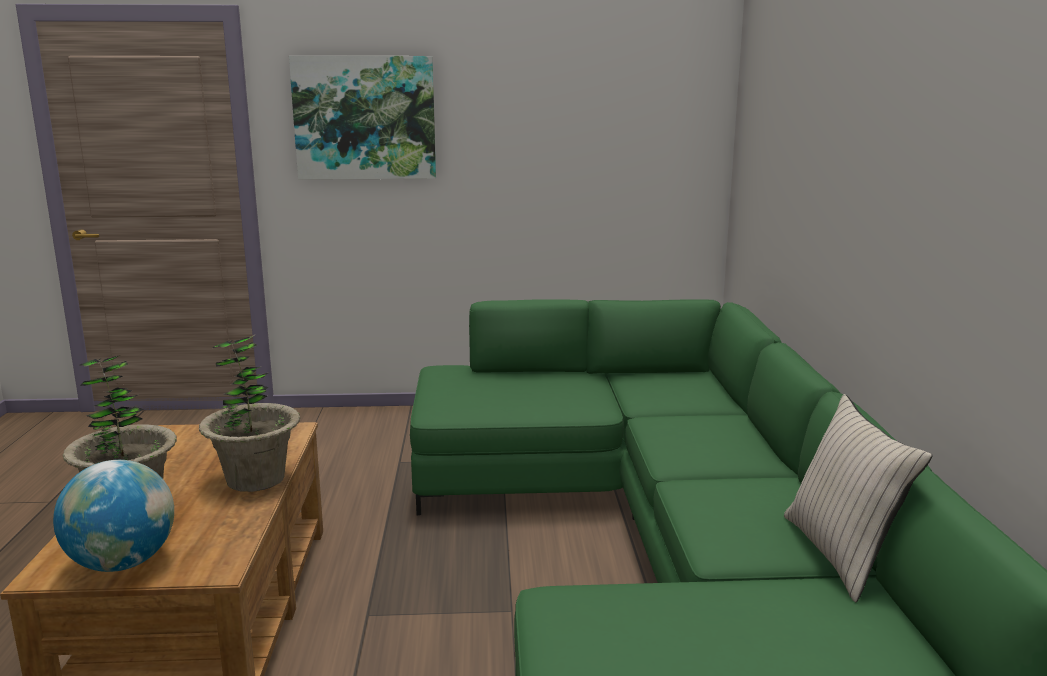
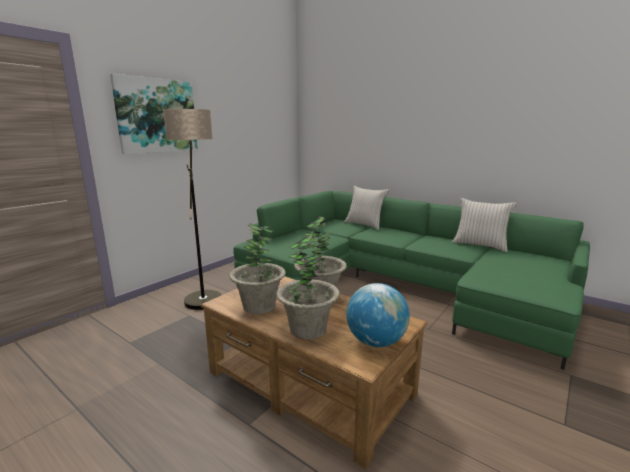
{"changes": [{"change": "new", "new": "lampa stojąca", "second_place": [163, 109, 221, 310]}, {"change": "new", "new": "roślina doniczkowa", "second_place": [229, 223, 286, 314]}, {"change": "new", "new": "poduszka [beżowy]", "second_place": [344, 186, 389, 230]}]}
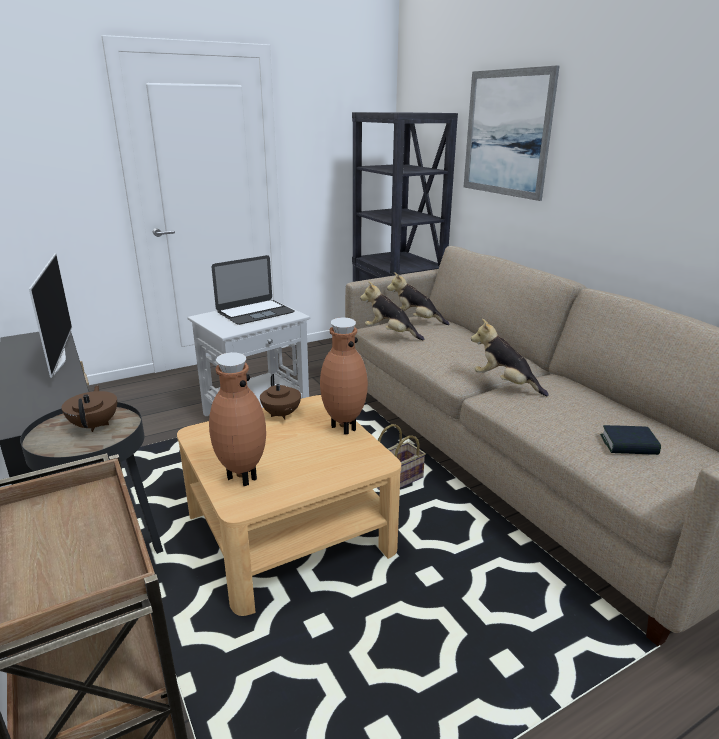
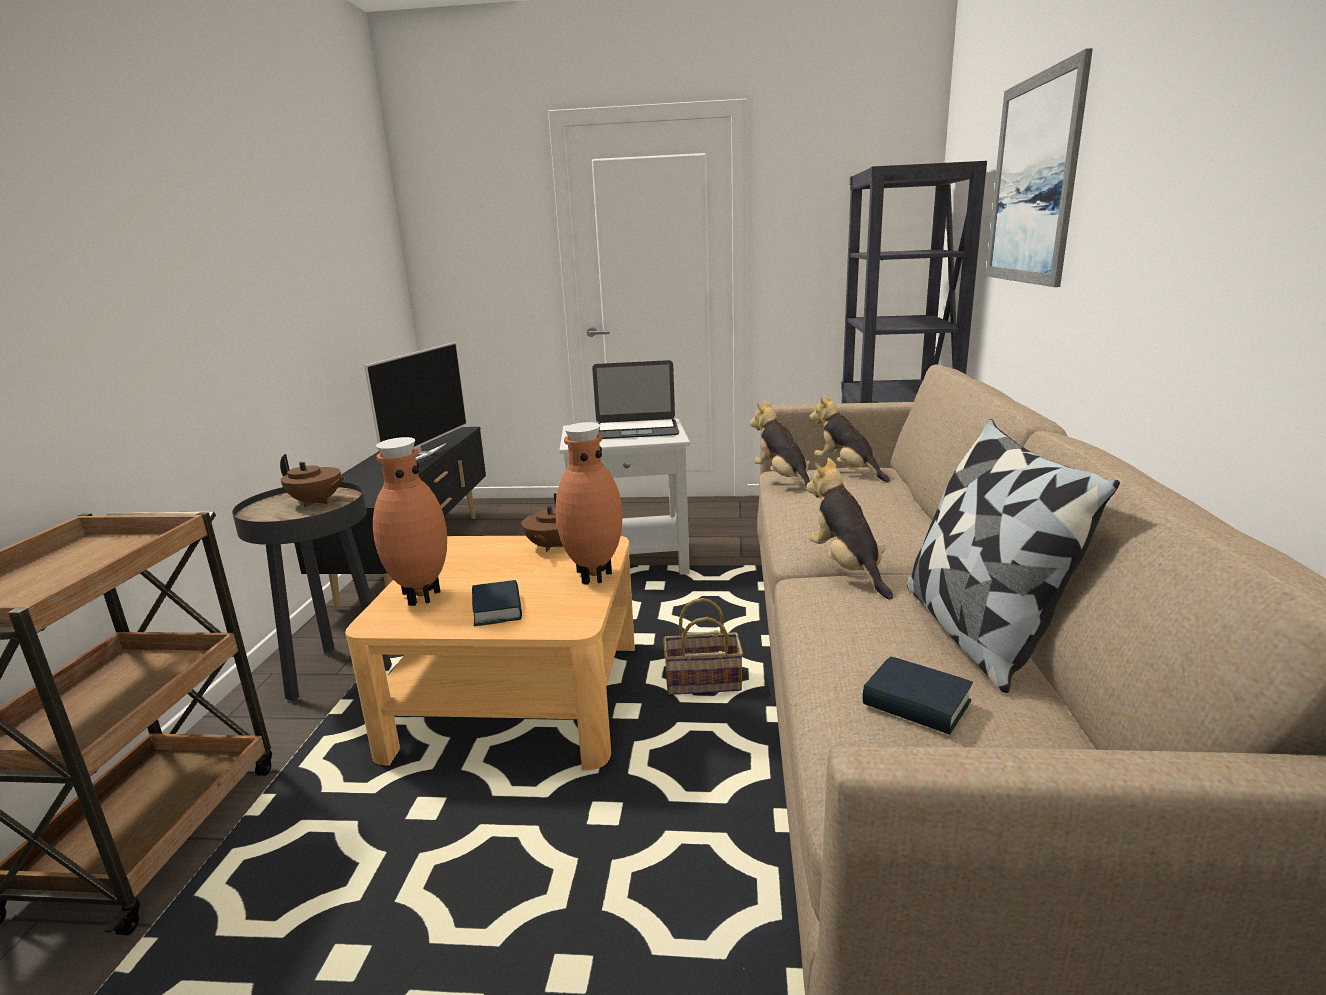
{"changes": [{"change": "rotated", "old": "imbryk [brązowy]", "first_place": [61, 385, 117, 432], "second_place": [280, 454, 345, 507], "degrees": 90}, {"change": "new", "new": "książka", "second_place": [472, 580, 522, 626]}, {"change": "new", "new": "poduszka", "second_place": [907, 419, 1120, 693]}]}
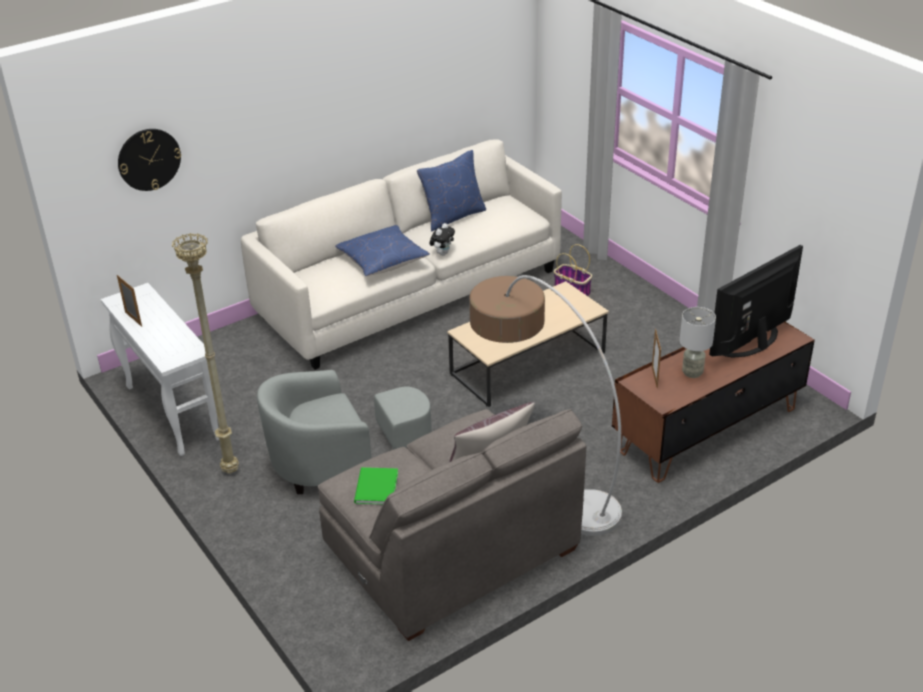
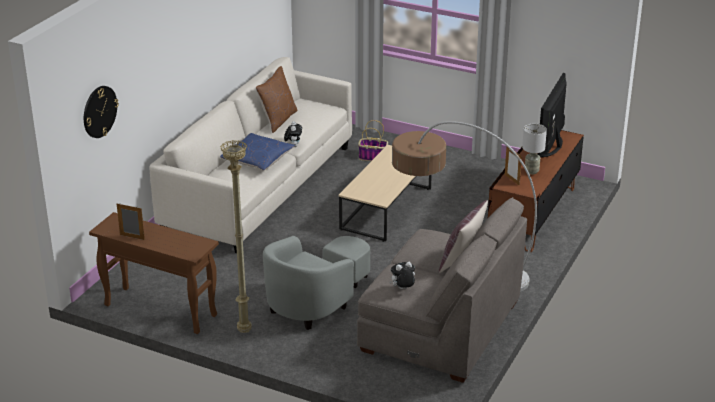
{"changes": [{"change": "repainted", "old": "stolik konsolowy [biały]", "new": "stolik konsolowy [brązowy]", "first_place": [101, 283, 219, 456], "second_place": [89, 212, 219, 334]}, {"change": "repainted", "old": "poduszka [niebieski]", "new": "poduszka [brązowy]", "first_place": [417, 150, 486, 232], "second_place": [256, 66, 298, 133]}, {"change": "swapped", "old": "książka [zielony]", "new": "pluszak", "first_place": [354, 467, 398, 505], "second_place": [389, 262, 415, 289]}]}
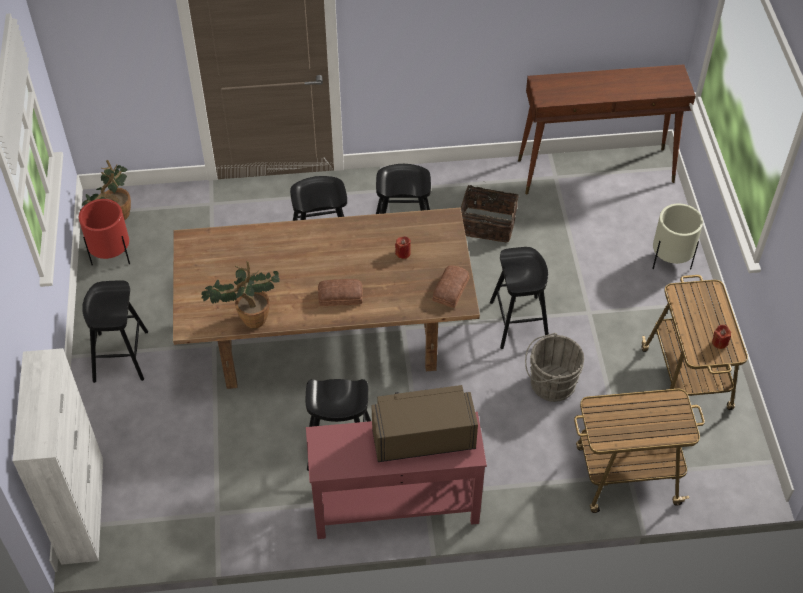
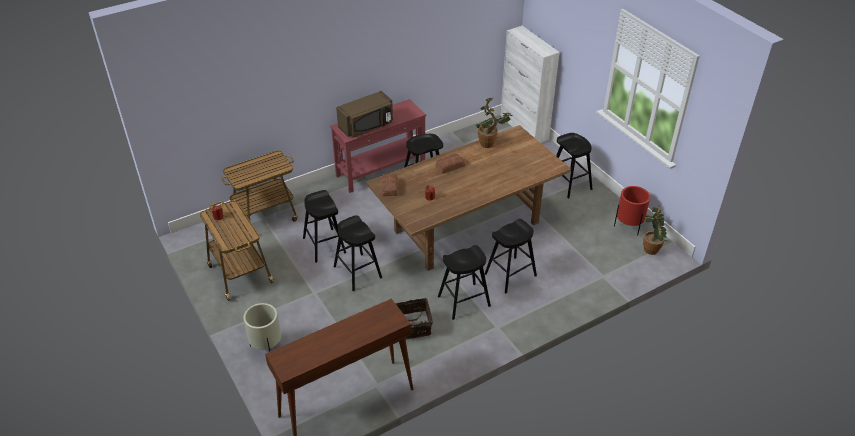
{"changes": [{"change": "swapped", "old": "wiadro [szary]", "new": "stołek [czarny]", "first_place": [525, 333, 584, 402], "second_place": [303, 190, 346, 263]}]}
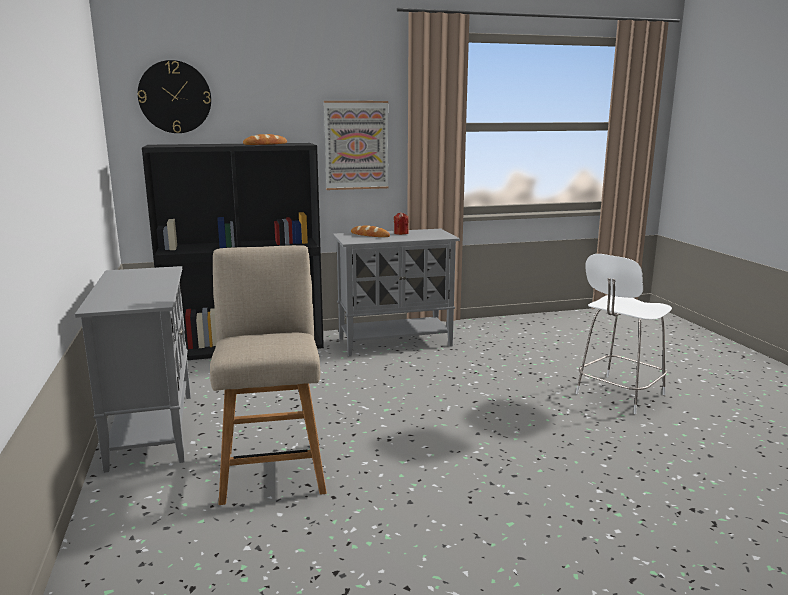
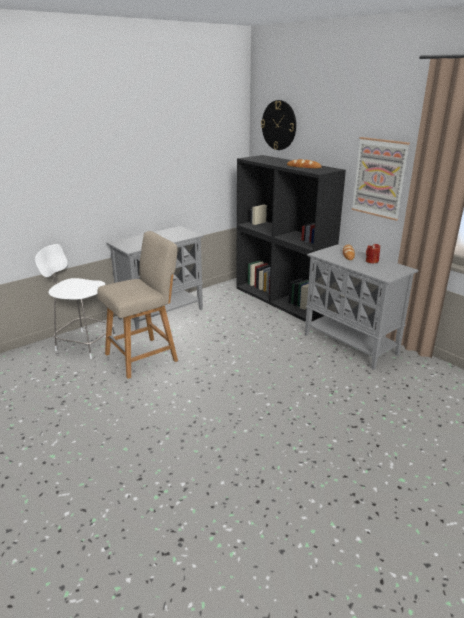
{"changes": [{"change": "shifted", "old": "stołek [biały]", "first_place": [576, 254, 672, 414], "second_place": [35, 244, 115, 359]}]}
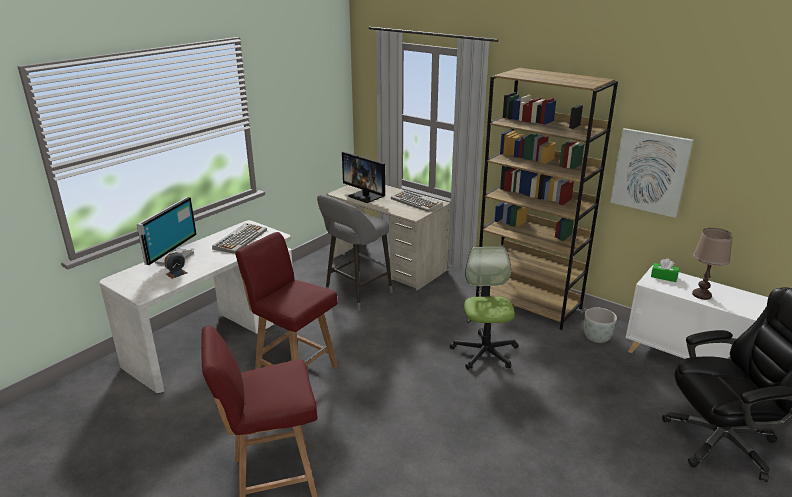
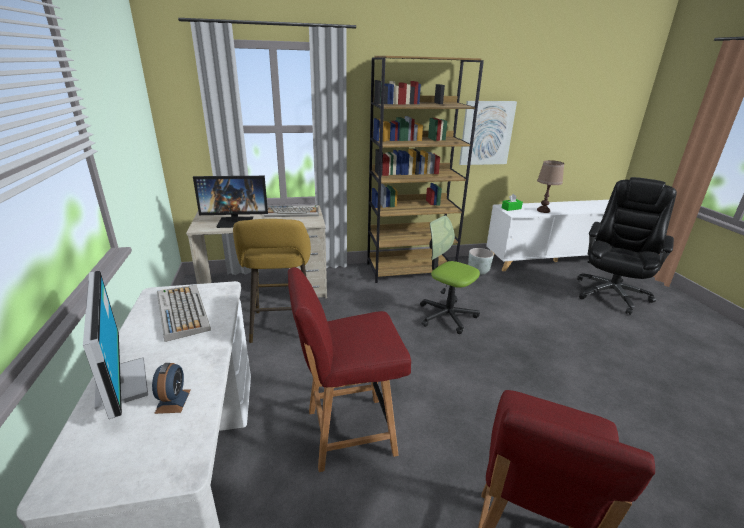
{"changes": [{"change": "repainted", "old": "stołek [szary]", "new": "stołek [żółty]", "first_place": [317, 194, 393, 311], "second_place": [233, 219, 311, 343]}]}
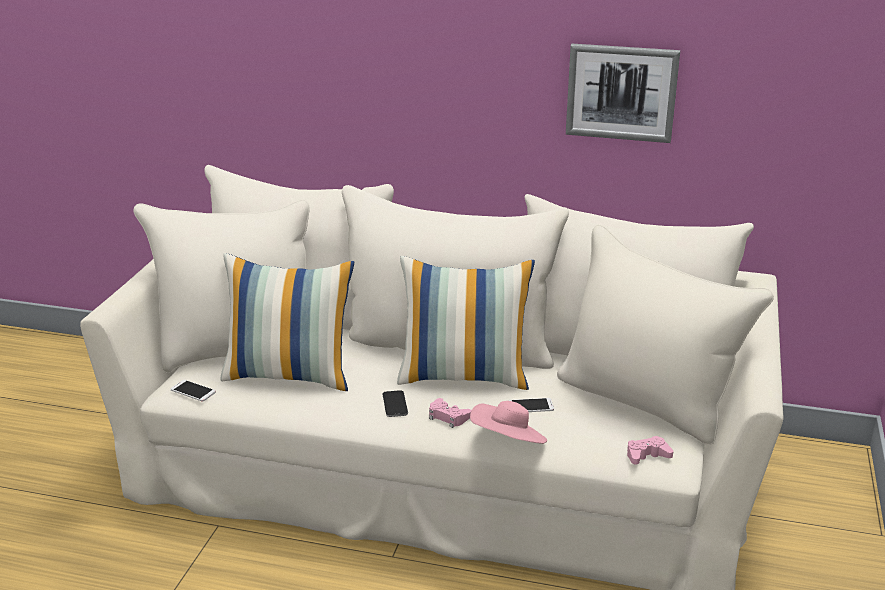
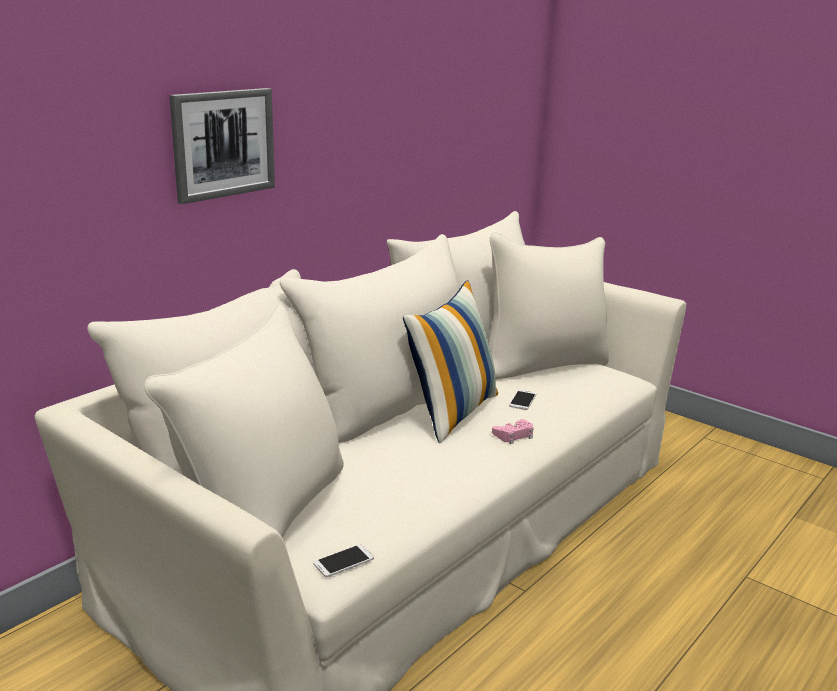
{"changes": [{"change": "shifted", "old": "obraz", "first_place": [566, 44, 680, 143], "second_place": [169, 88, 275, 204]}, {"change": "gone", "old": "poduszka", "first_place": [220, 253, 354, 391]}, {"change": "gone", "old": "telefon", "first_place": [383, 390, 408, 417]}, {"change": "gone", "old": "kapelusz [różowy]", "first_place": [470, 401, 547, 444]}, {"change": "gone", "old": "pad do gier [różowy]", "first_place": [627, 436, 673, 465]}]}
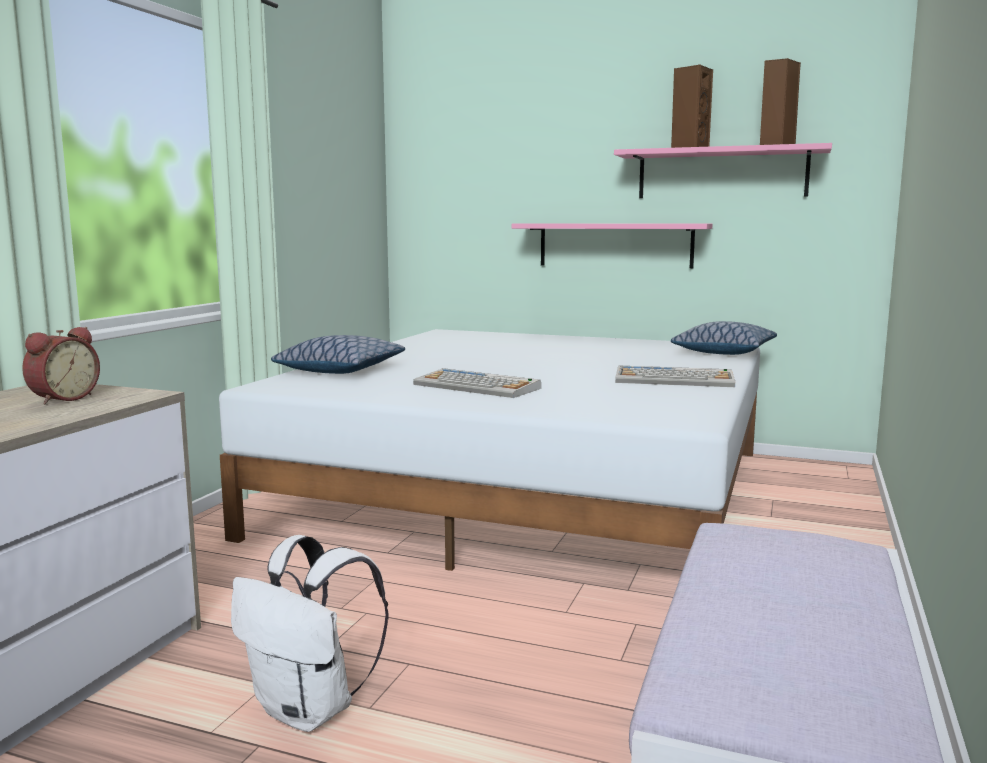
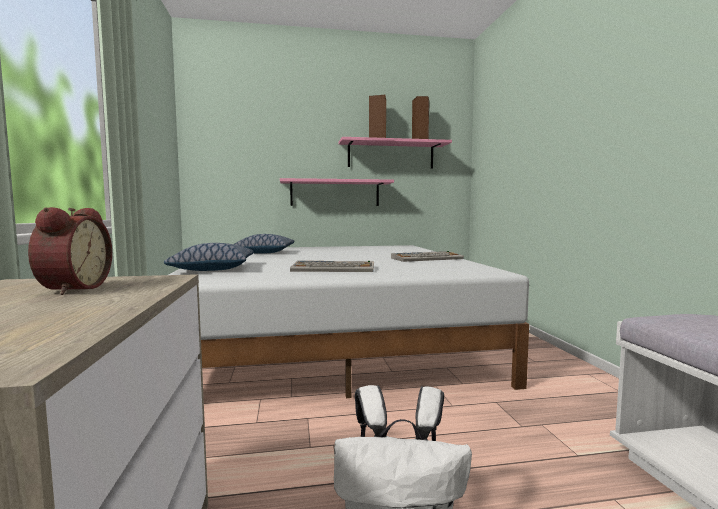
{"changes": [{"change": "shifted", "old": "poduszka", "first_place": [671, 321, 777, 355], "second_place": [234, 234, 294, 254]}]}
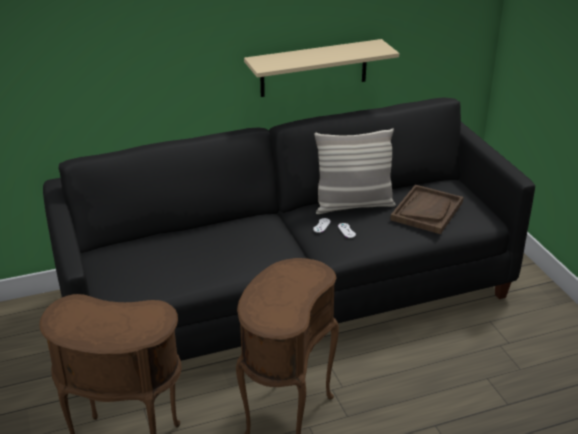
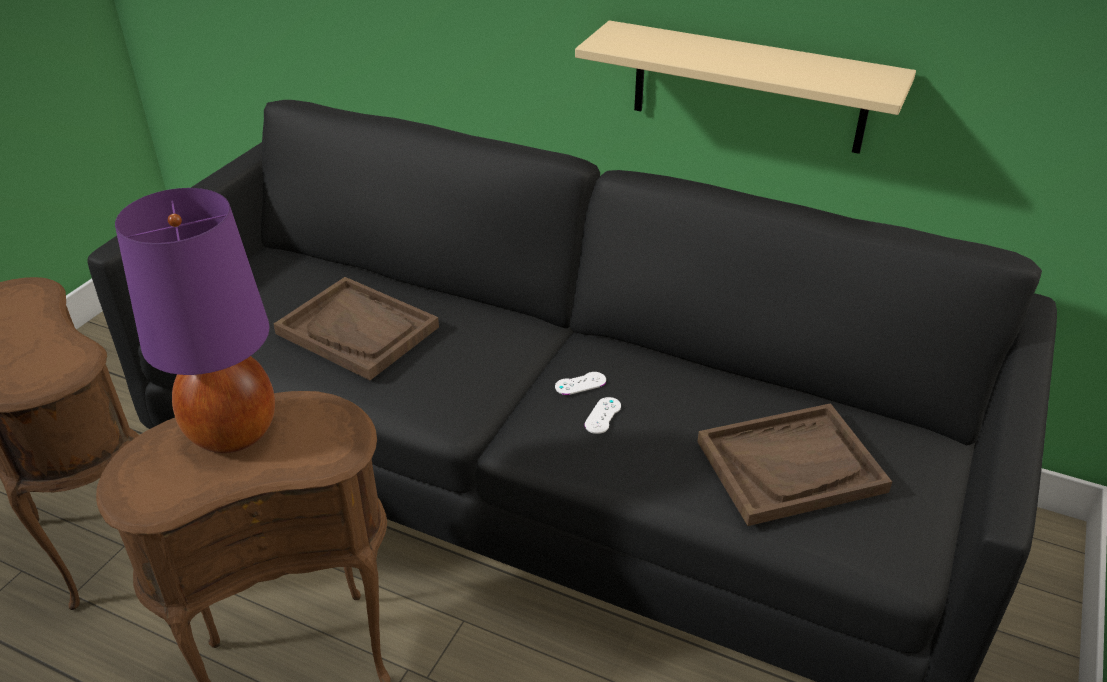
{"changes": [{"change": "new", "new": "lampa stołowa [fioletowy]", "second_place": [115, 188, 275, 453]}, {"change": "new", "new": "taca [brązowy]", "second_place": [274, 277, 439, 380]}, {"change": "gone", "old": "poduszka", "first_place": [314, 128, 396, 214]}]}
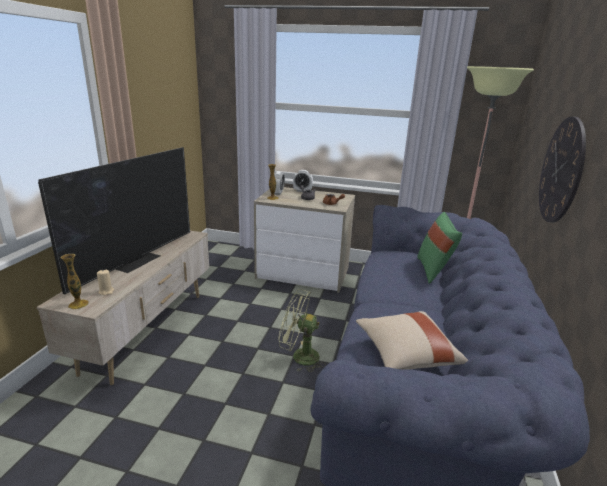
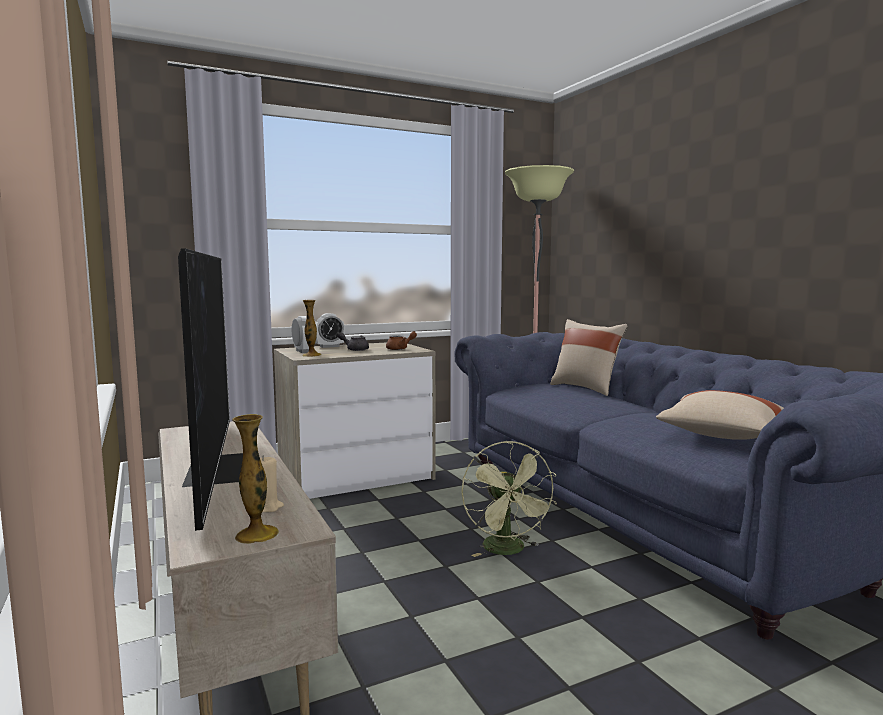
{"changes": [{"change": "rotated", "old": "wentylator [zielony]", "first_place": [278, 289, 326, 372], "second_place": [461, 441, 557, 557], "degrees": -75}, {"change": "repainted", "old": "poduszka [zielony]", "new": "poduszka [beżowy]", "first_place": [417, 212, 462, 284], "second_place": [550, 319, 628, 396]}, {"change": "gone", "old": "zegar ścienny", "first_place": [539, 117, 586, 223]}]}
